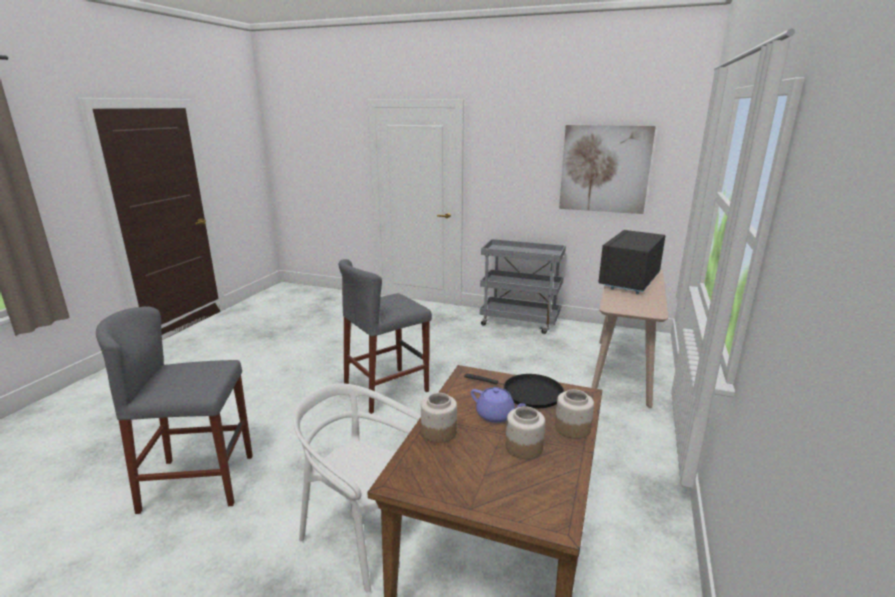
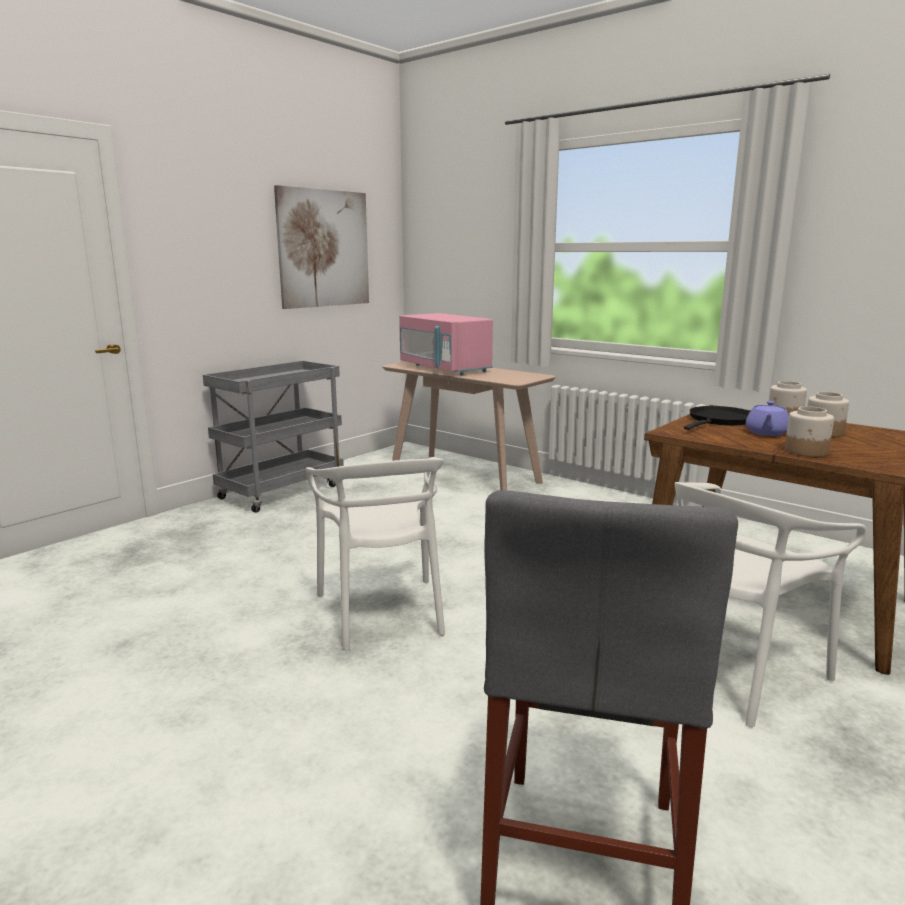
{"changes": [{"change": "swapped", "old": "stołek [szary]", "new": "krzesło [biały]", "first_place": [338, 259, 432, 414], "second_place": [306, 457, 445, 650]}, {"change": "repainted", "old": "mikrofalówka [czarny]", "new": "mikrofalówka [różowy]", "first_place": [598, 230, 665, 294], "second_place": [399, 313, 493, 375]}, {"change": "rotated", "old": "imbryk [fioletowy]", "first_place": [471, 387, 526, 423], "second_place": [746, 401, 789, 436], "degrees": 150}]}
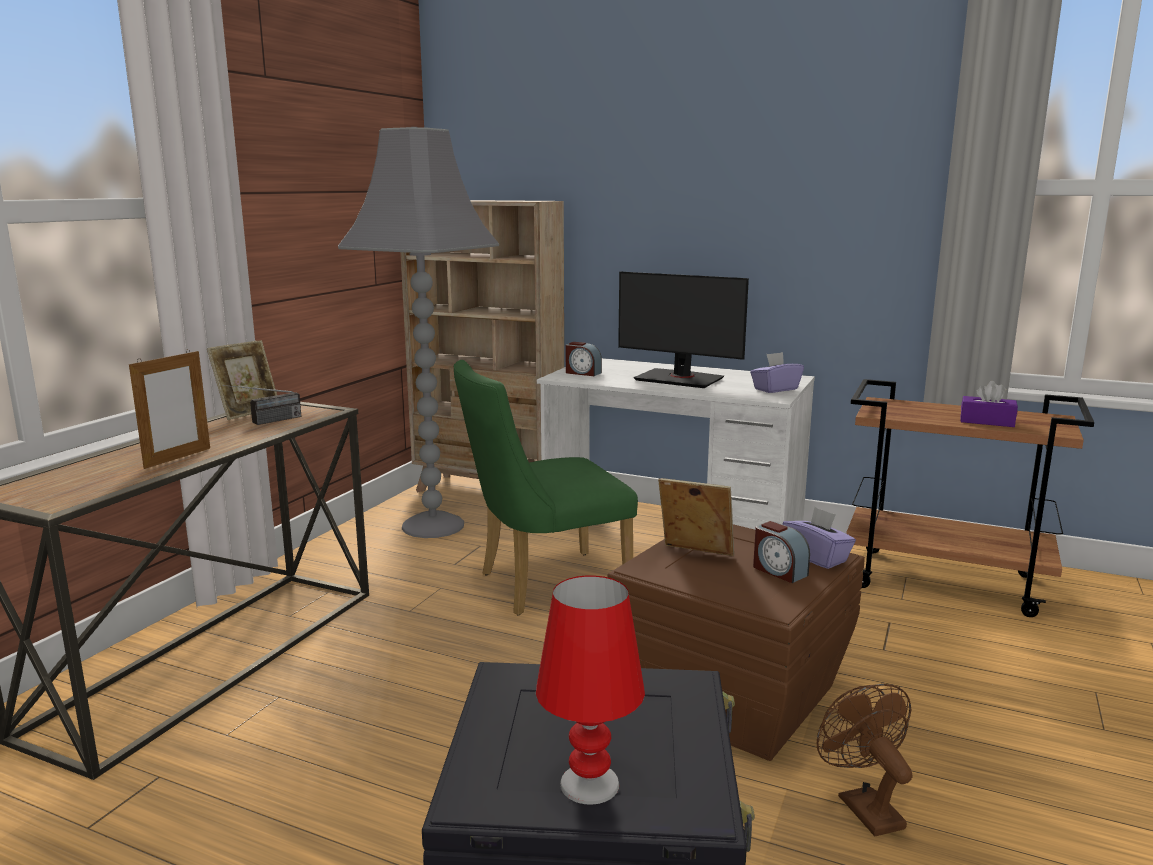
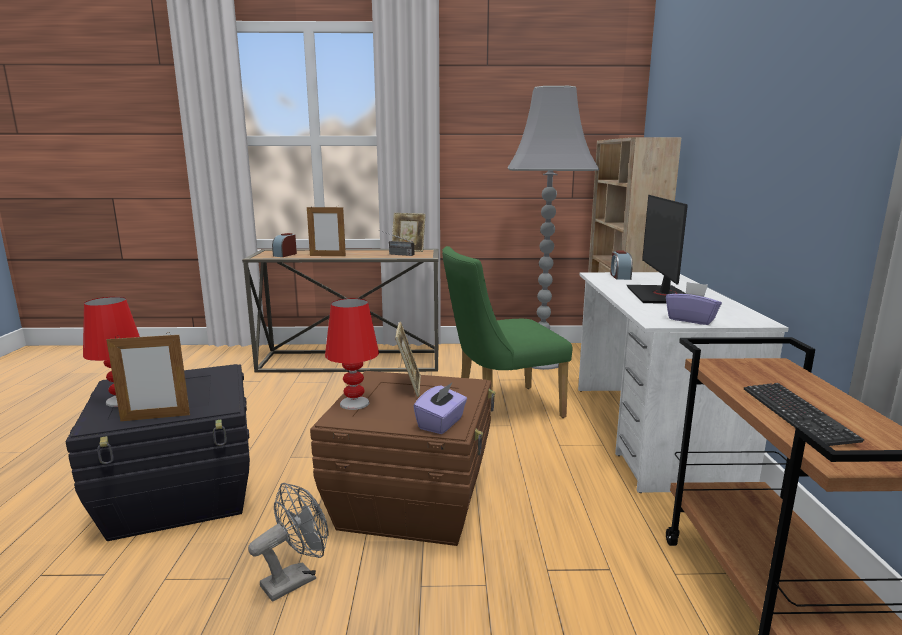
{"changes": [{"change": "new", "new": "ramka na zdjęcie", "second_place": [106, 332, 190, 421]}, {"change": "repainted", "old": "wentylator [brązowy]", "new": "wentylator [szary]", "first_place": [817, 684, 912, 836], "second_place": [248, 483, 329, 602]}, {"change": "shifted", "old": "budzik", "first_place": [753, 521, 810, 583], "second_place": [272, 233, 297, 257]}, {"change": "new", "new": "lampa stołowa [czerwony]", "second_place": [325, 298, 379, 410]}, {"change": "rotated", "old": "krzesło [zielony]", "first_place": [454, 360, 638, 616], "second_place": [442, 246, 572, 418], "degrees": -60}, {"change": "swapped", "old": "pudełko chusteczek [fioletowy]", "new": "klawiatura", "first_place": [960, 381, 1018, 427], "second_place": [744, 383, 864, 446]}]}
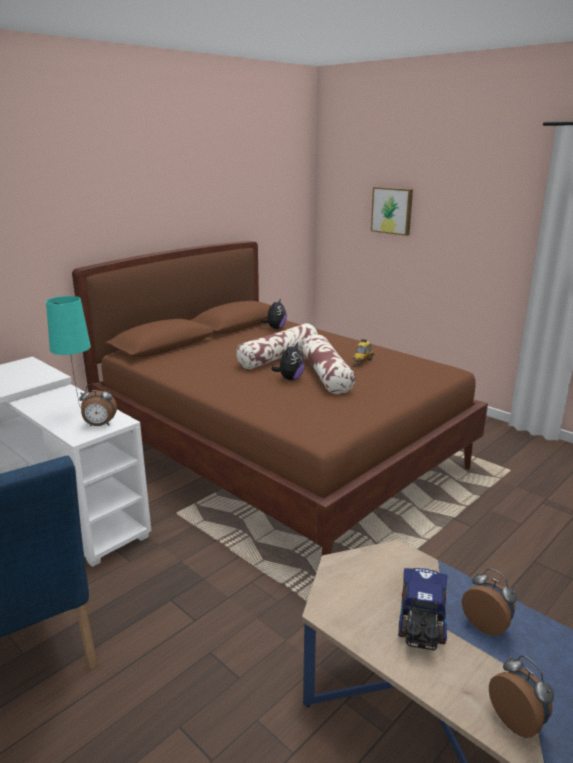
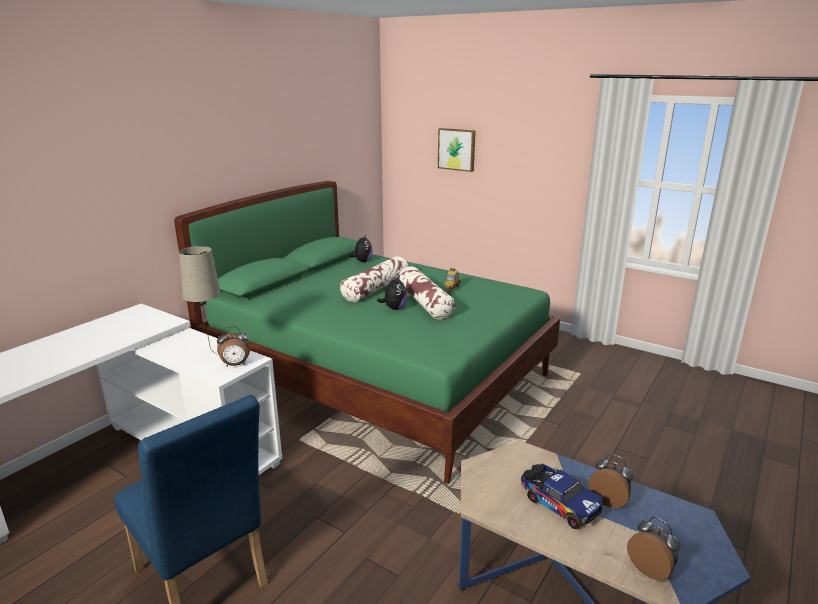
{"changes": [{"change": "repainted", "old": "łóżko [brązowy]", "new": "łóżko [zielony]", "first_place": [72, 241, 488, 558], "second_place": [174, 181, 560, 484]}, {"change": "repainted", "old": "lampa stołowa [turkusowy]", "new": "lampa stołowa [beżowy]", "first_place": [46, 296, 91, 408], "second_place": [179, 246, 221, 356]}, {"change": "rotated", "old": "ciężarówka zabawkowa", "first_place": [398, 568, 448, 650], "second_place": [521, 464, 603, 529], "degrees": 135}]}
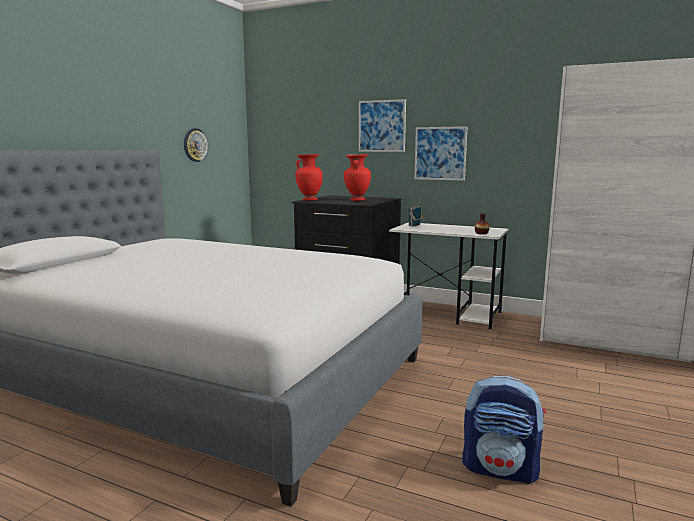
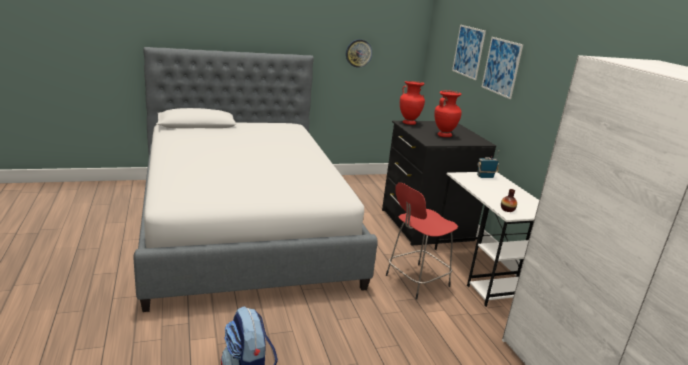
{"changes": [{"change": "new", "new": "stołek [czerwony]", "second_place": [386, 183, 458, 299]}, {"change": "shifted", "old": "obraz", "first_place": [414, 126, 468, 181], "second_place": [452, 25, 486, 80]}]}
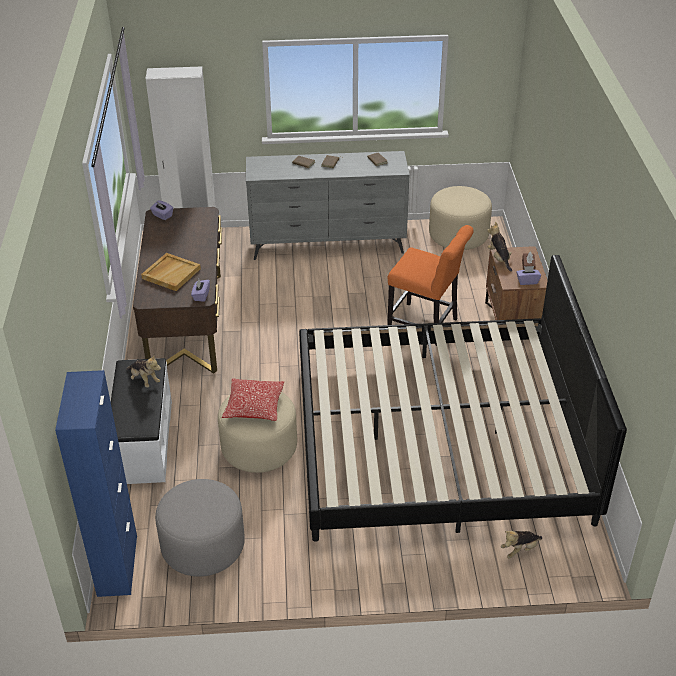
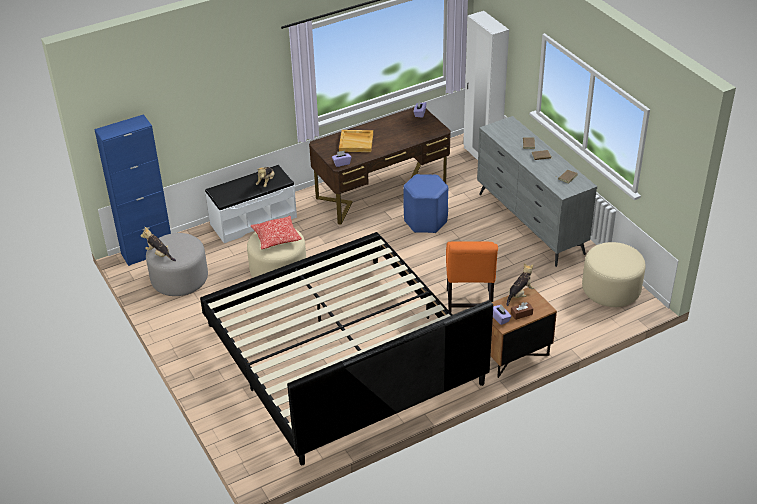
{"changes": [{"change": "shifted", "old": "pluszak", "first_place": [501, 531, 542, 559], "second_place": [141, 227, 176, 261]}, {"change": "new", "new": "stołek [niebieski]", "second_place": [403, 174, 448, 233]}]}
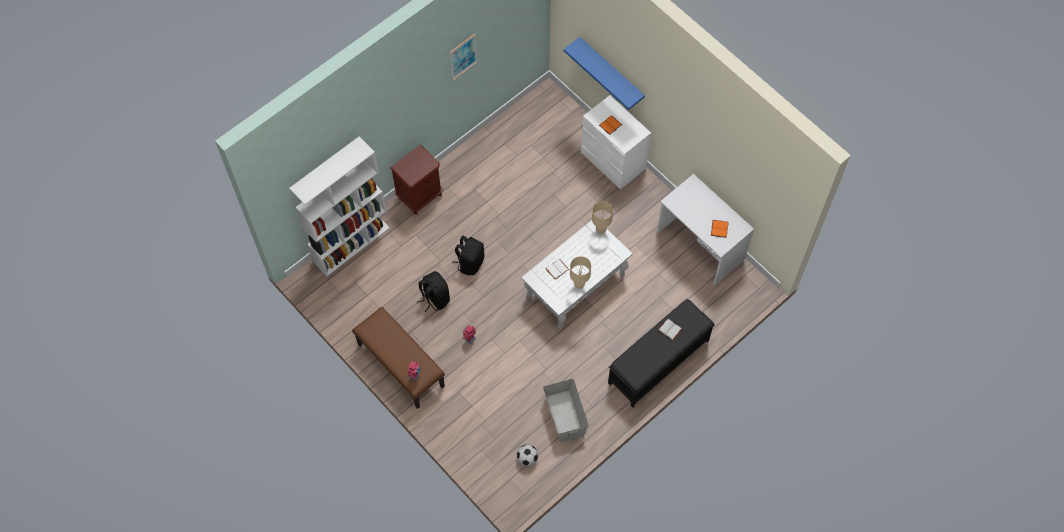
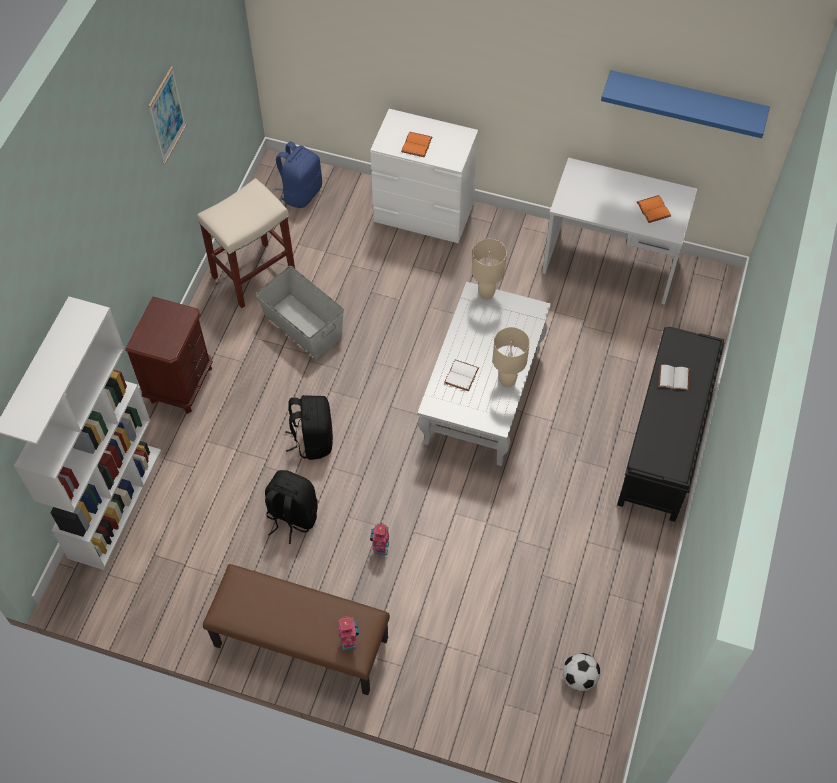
{"changes": [{"change": "new", "new": "stołek [beżowy]", "second_place": [197, 178, 295, 308]}, {"change": "shifted", "old": "pojemnik do przechowywania [szary]", "first_place": [543, 379, 588, 443], "second_place": [256, 266, 344, 358]}, {"change": "new", "new": "plecak [niebieski]", "second_place": [275, 141, 322, 208]}, {"change": "shifted", "old": "półka [niebieski]", "first_place": [564, 37, 645, 110], "second_place": [601, 70, 770, 138]}]}
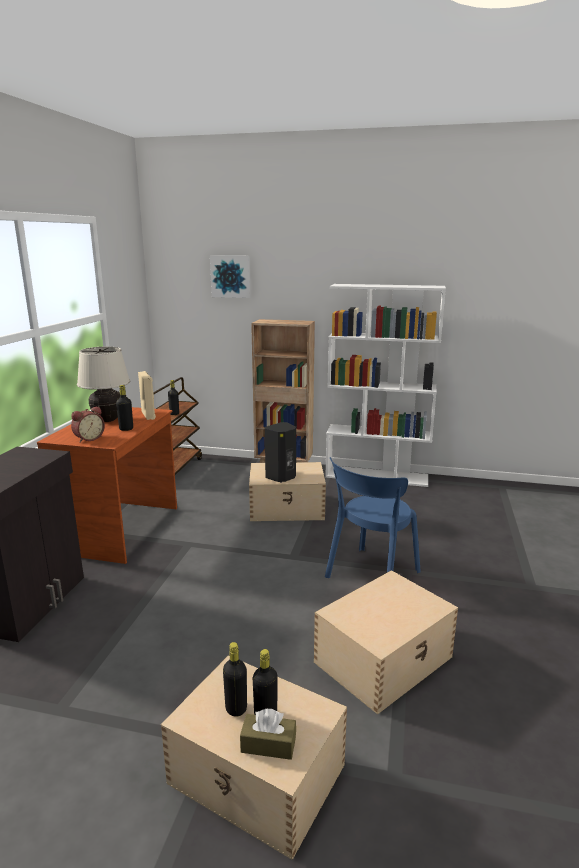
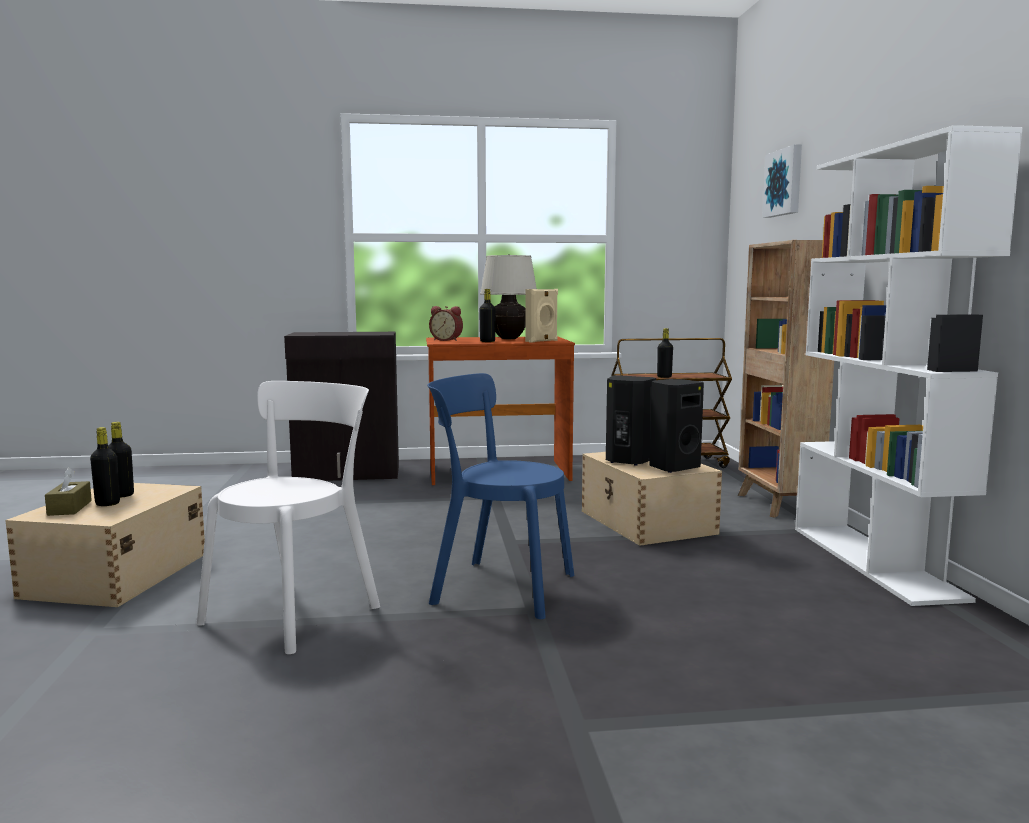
{"changes": [{"change": "swapped", "old": "pojemnik do przechowywania [beżowy]", "new": "krzesło [biały]", "first_place": [314, 570, 458, 714], "second_place": [197, 381, 380, 654]}, {"change": "new", "new": "głośnik [czarny]", "second_place": [649, 379, 704, 473]}]}
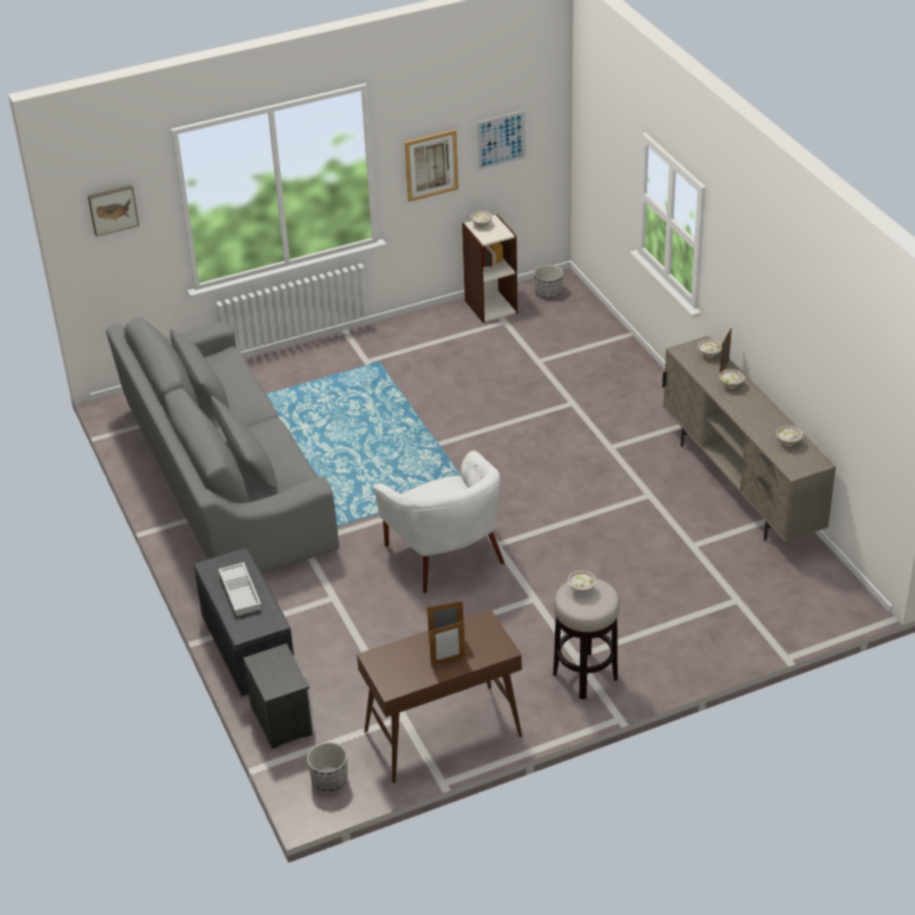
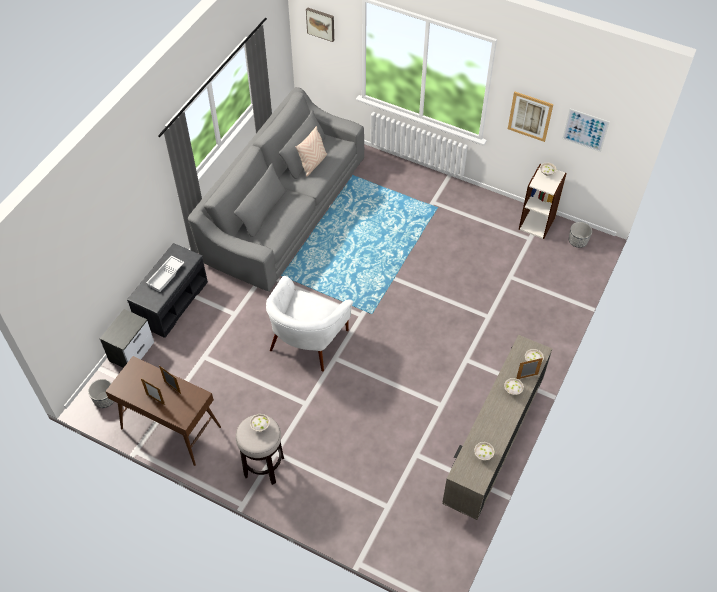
{"changes": [{"change": "new", "new": "poduszka [beżowy]", "second_place": [296, 126, 327, 177]}]}
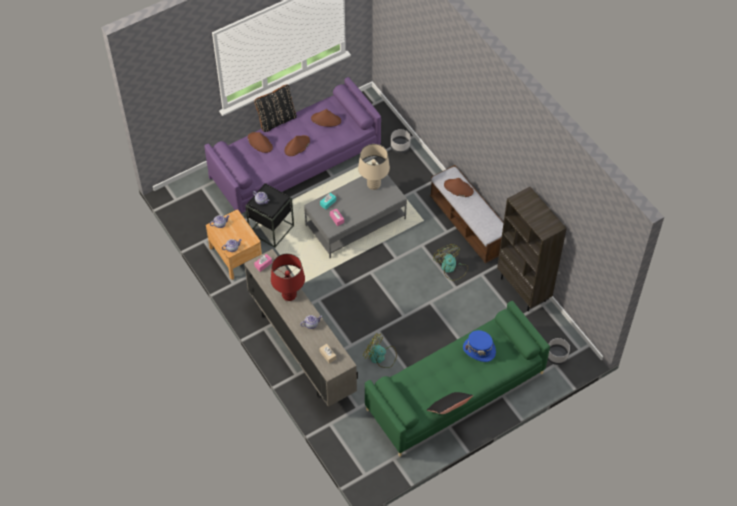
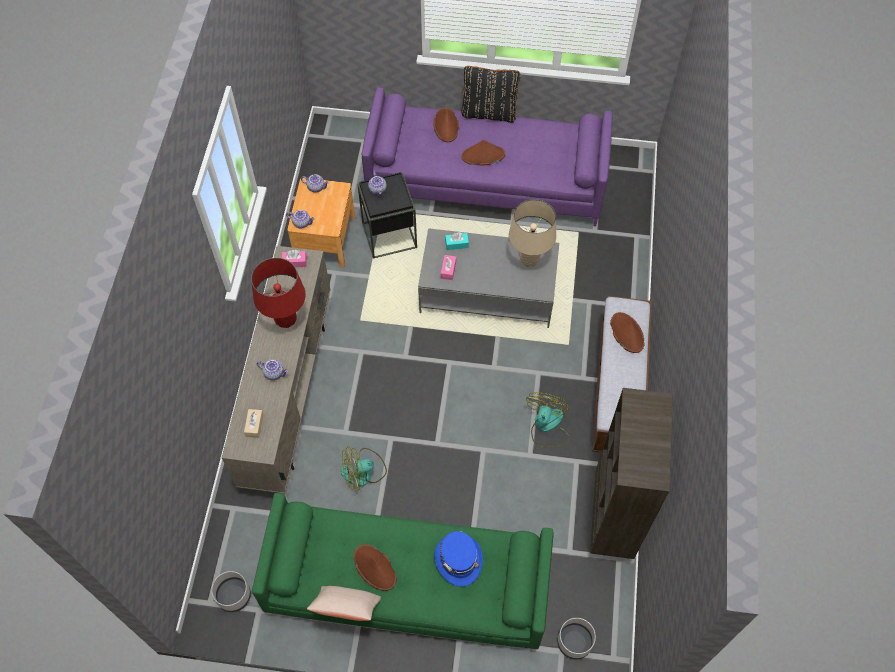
{"changes": [{"change": "shifted", "old": "donica [szary]", "first_place": [391, 129, 411, 153], "second_place": [211, 571, 251, 612]}, {"change": "repainted", "old": "poduszka [czarny]", "new": "poduszka [beżowy]", "first_place": [427, 392, 473, 414], "second_place": [307, 586, 381, 621]}, {"change": "rotated", "old": "wentylator", "first_place": [363, 333, 397, 368], "second_place": [340, 447, 387, 491], "degrees": -90}, {"change": "shifted", "old": "kapelusz [brązowy]", "first_place": [311, 109, 341, 127], "second_place": [354, 544, 396, 591]}]}
